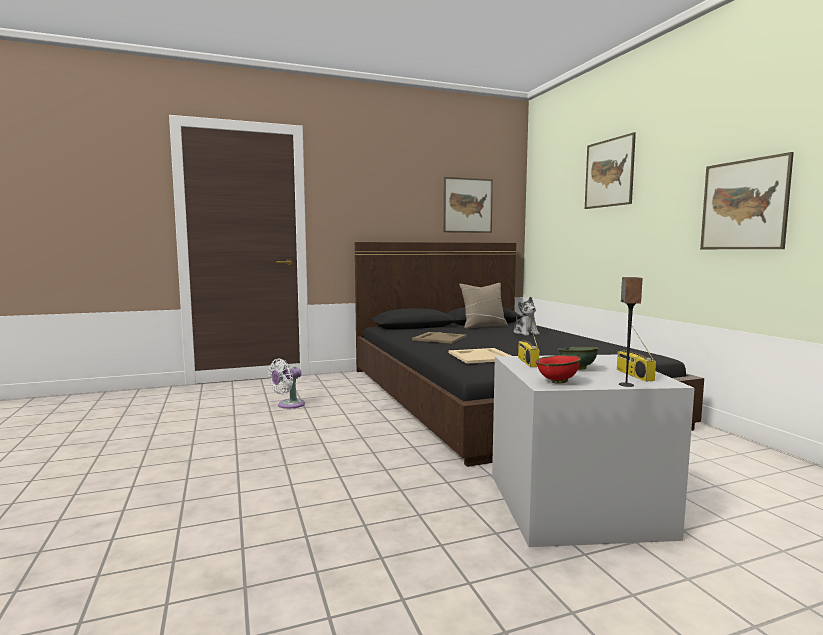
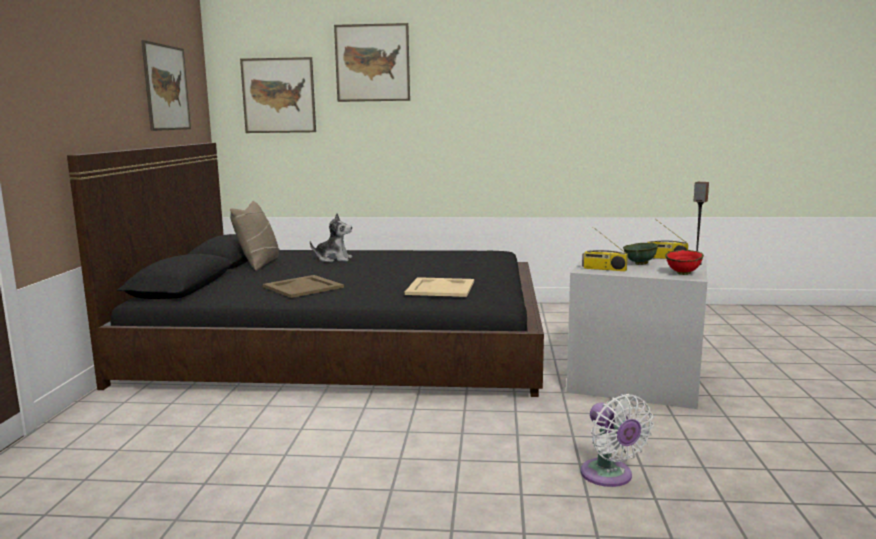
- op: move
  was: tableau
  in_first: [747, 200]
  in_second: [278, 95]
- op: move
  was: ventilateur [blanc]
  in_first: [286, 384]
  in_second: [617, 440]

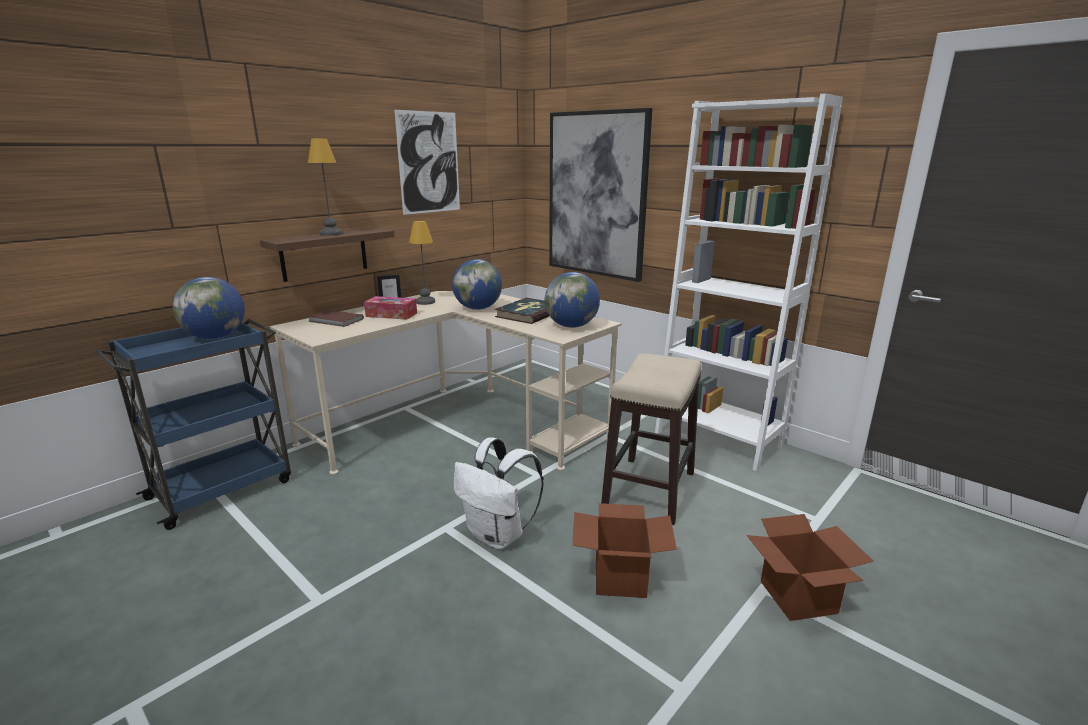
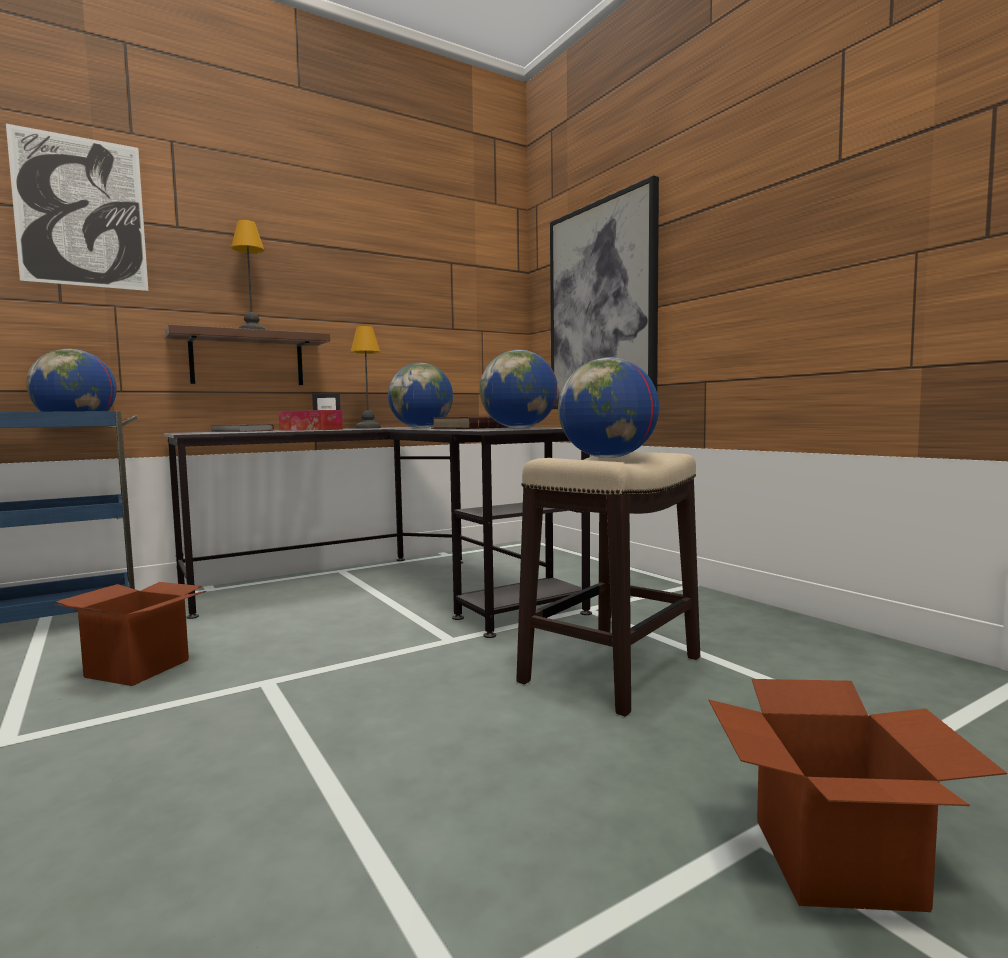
- op: delete
  was: bibliothèque [blanc]
  in_first: [749, 282]
- op: move
  was: tableau
  in_first: [427, 162]
  in_second: [77, 207]
- op: recolor
  was: bureau [beige]
  now: bureau [noir]
  in_first: [446, 382]
  in_second: [378, 532]
- op: delete
  was: sac à dos [blanc]
  in_first: [498, 493]
- op: move
  was: carton
  in_first: [624, 550]
  in_second: [131, 634]
- op: insert
  now: globe
  in_second: [608, 407]

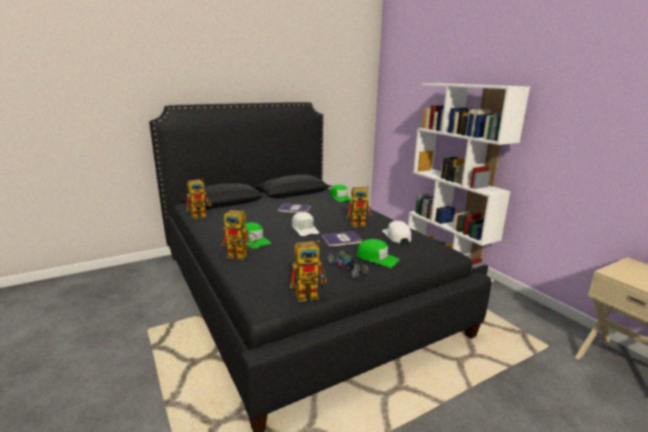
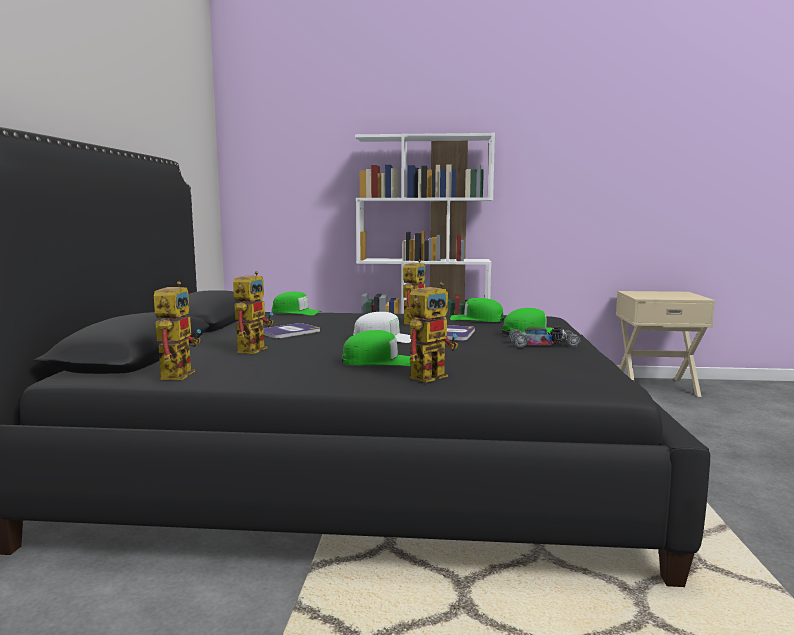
- op: recolor
  was: casquette [blanc]
  now: casquette [vert]
  in_first: [396, 232]
  in_second: [477, 310]
- op: move
  was: robot jouet
  in_first: [308, 271]
  in_second: [253, 312]

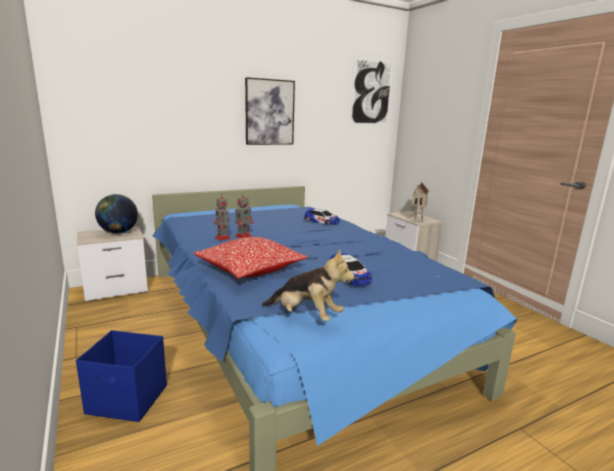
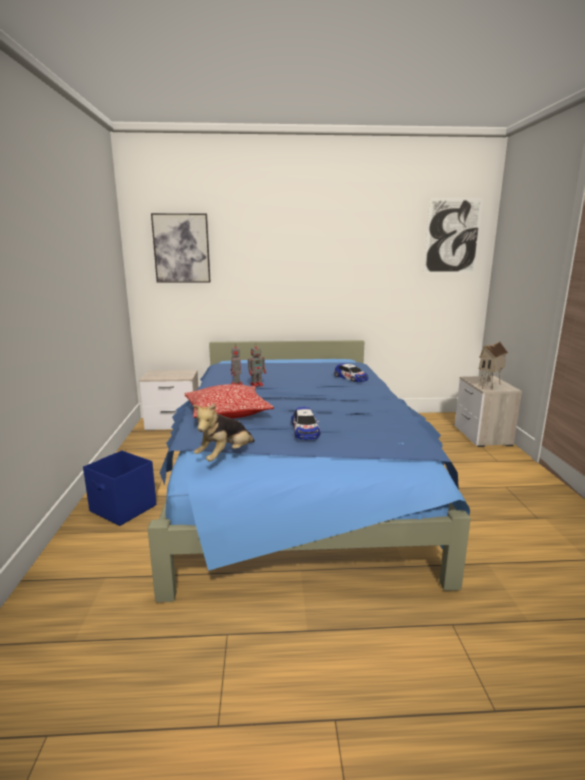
- op: move
  was: tableau
  in_first: [270, 111]
  in_second: [181, 248]
- op: delete
  was: globe
  in_first: [116, 214]
- op: rotate
  was: peluche
  in_first: [308, 285]
  in_second: [224, 432]
  clockwise: 75

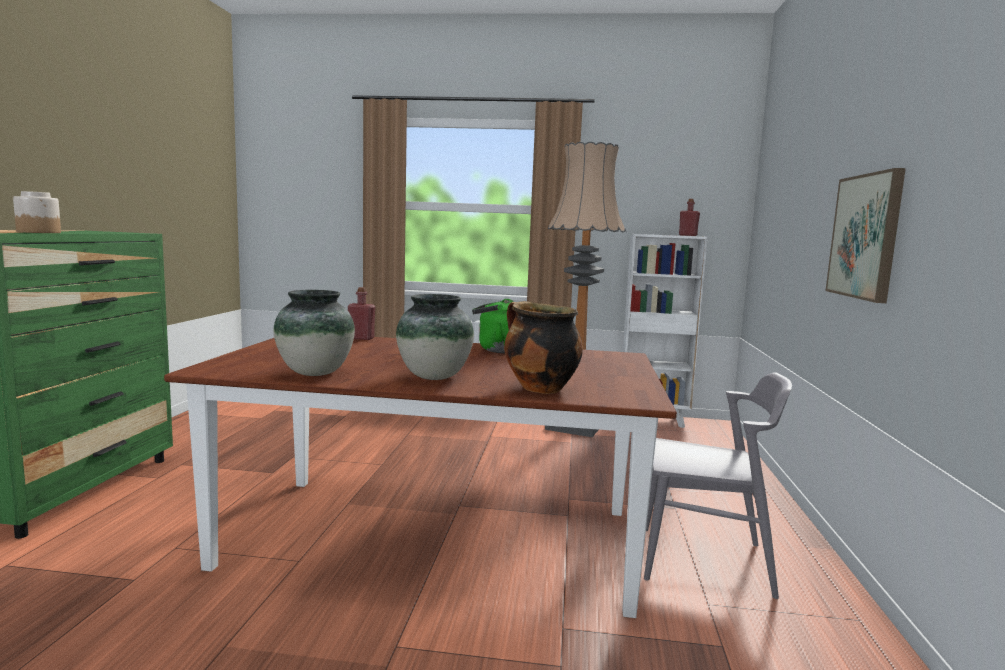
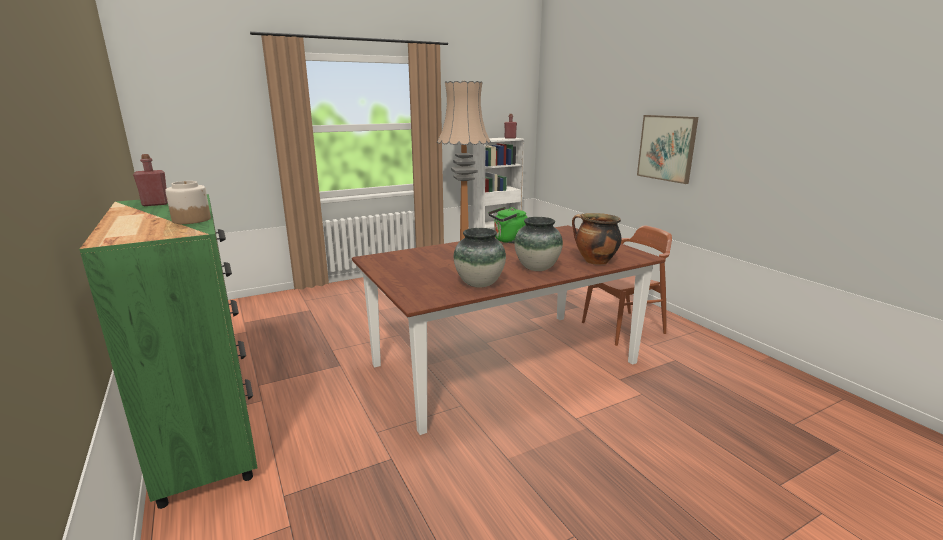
- op: move
  was: bouteille [rouge]
  in_first: [361, 313]
  in_second: [150, 180]
- op: recolor
  was: chaise [gris]
  now: chaise [marron]
  in_first: [718, 485]
  in_second: [627, 285]

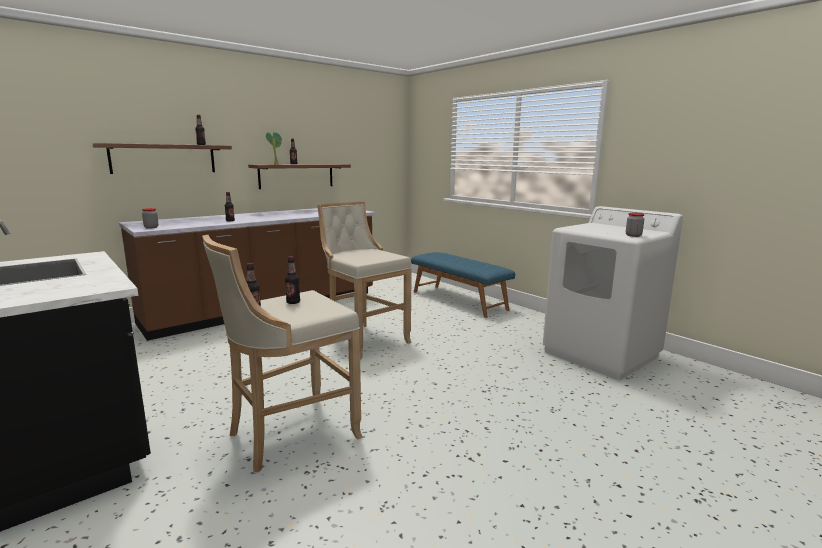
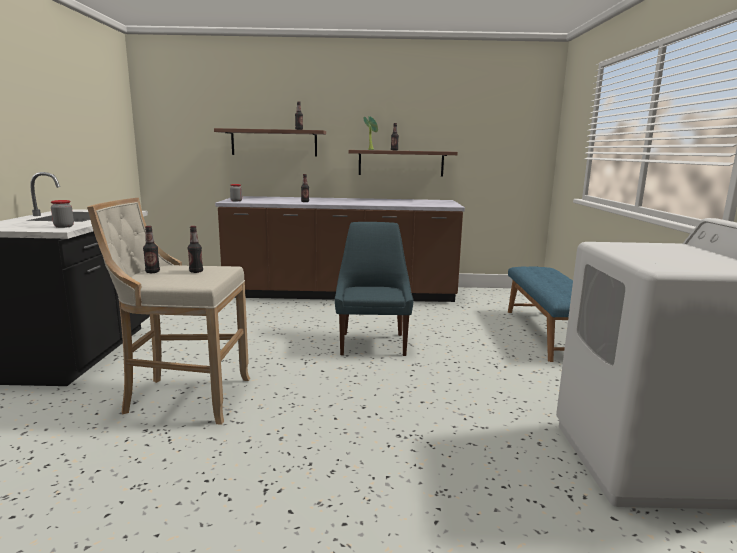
- op: replace
  was: tabouret [beige]
  now: chaise [bleu]
  in_first: [364, 281]
  in_second: [374, 289]
- op: move
  was: bocal
  in_first: [635, 225]
  in_second: [62, 214]

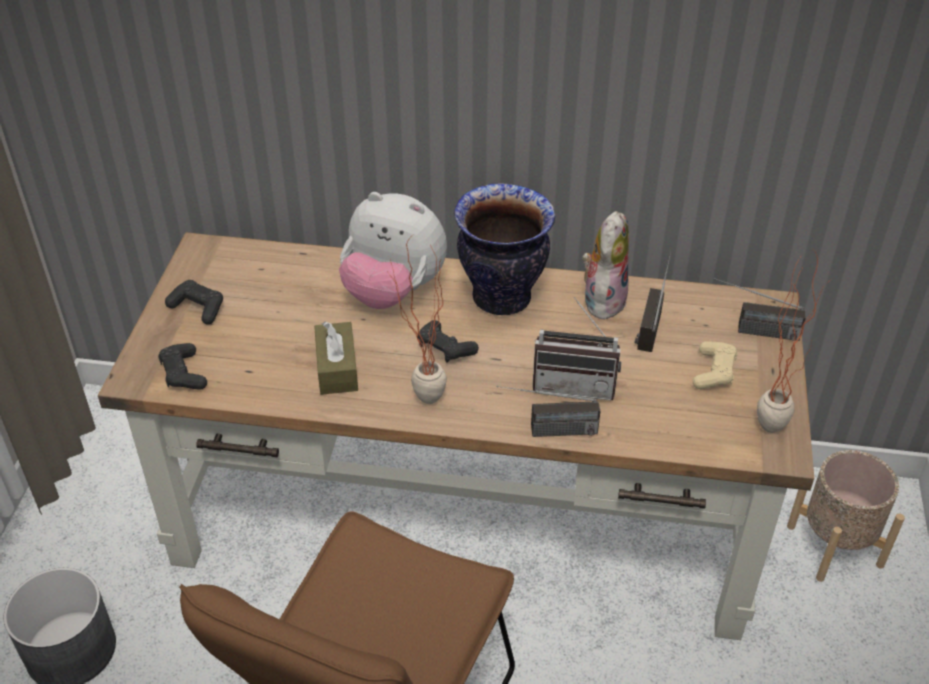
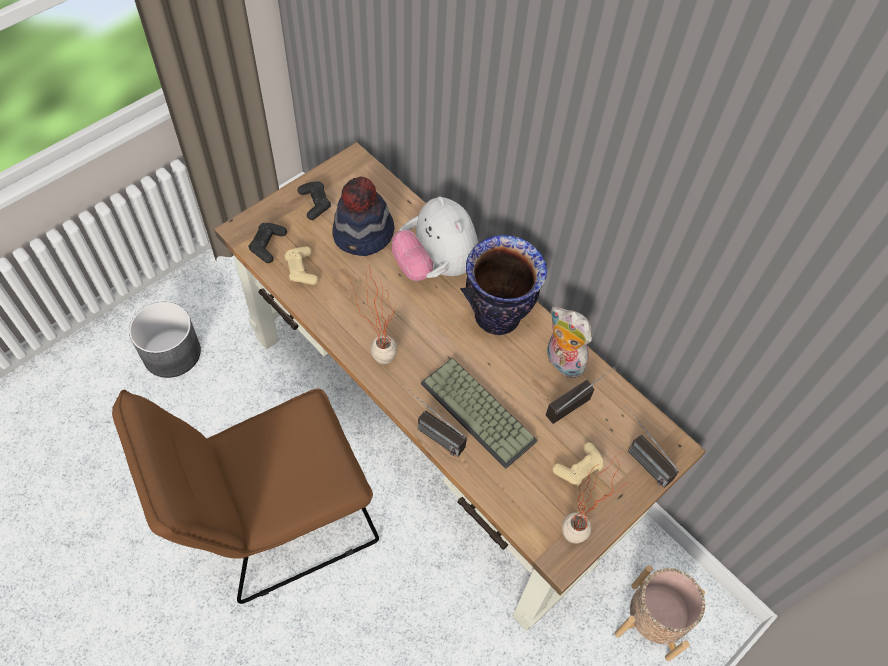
- op: rotate
  was: peluche
  in_first: [605, 265]
  in_second: [569, 342]
  clockwise: -105
- op: replace
  was: radio
  now: clavier
  in_first: [576, 348]
  in_second: [479, 413]
- op: delete
  was: manette [noir]
  in_first: [448, 341]
- op: delete
  was: boîte à mouchoirs [marron]
  in_first: [336, 358]
- op: insert
  now: chapeau
  in_second: [363, 216]
- op: insert
  now: manette [beige]
  in_second: [301, 266]

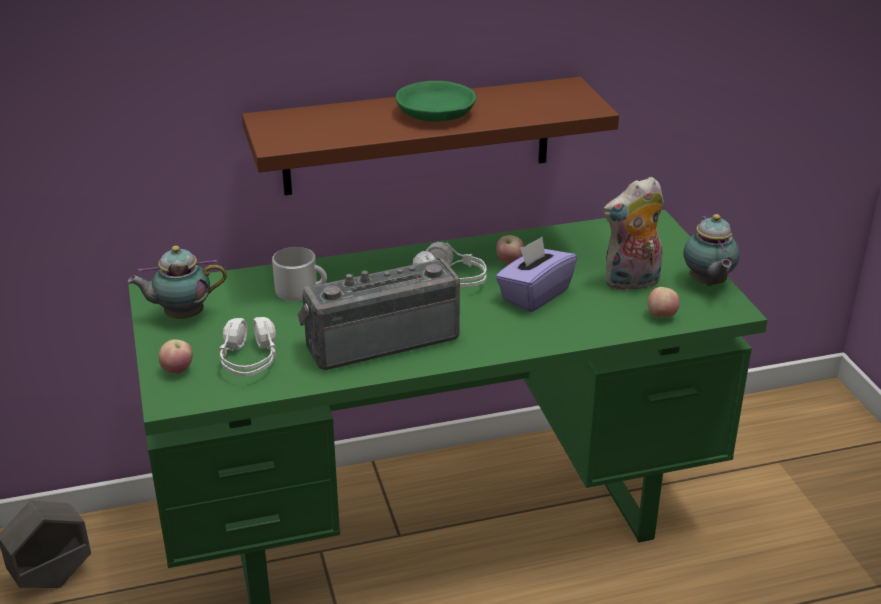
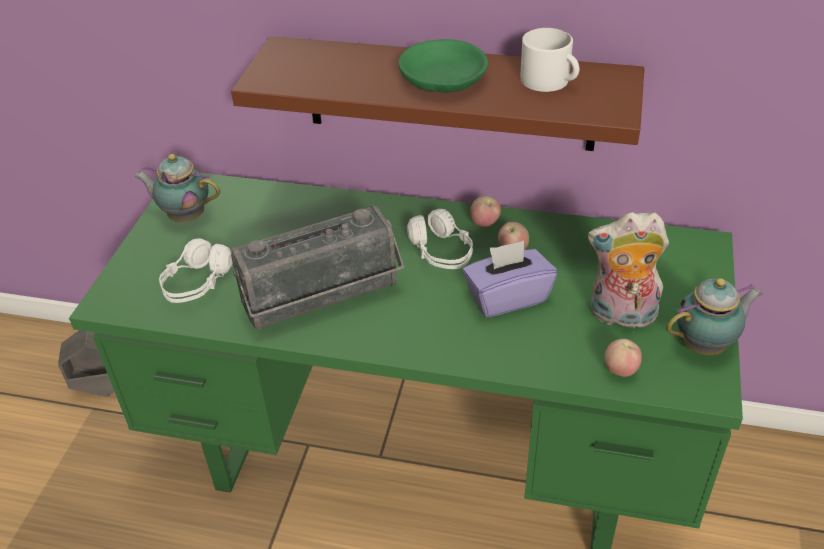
- op: rotate
  was: théière
  in_first: [712, 250]
  in_second: [714, 316]
  clockwise: -135
- op: move
  was: mug [blanc]
  in_first: [299, 274]
  in_second: [550, 60]
- op: rotate
  was: radio
  in_first: [379, 314]
  in_second: [317, 267]
  clockwise: 150
- op: move
  was: pomme
  in_first: [176, 356]
  in_second: [485, 211]

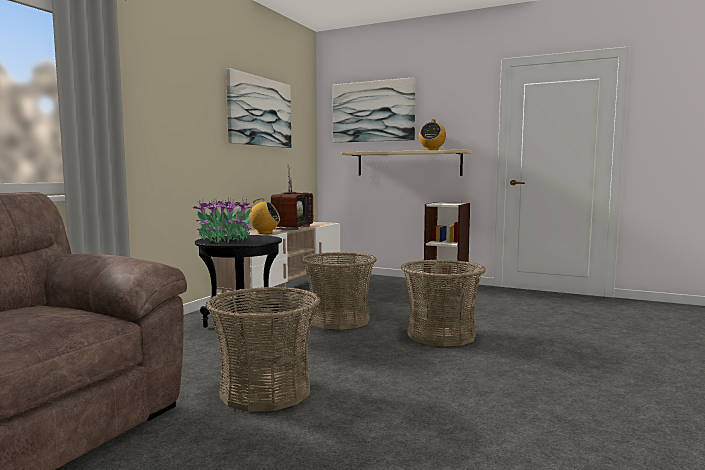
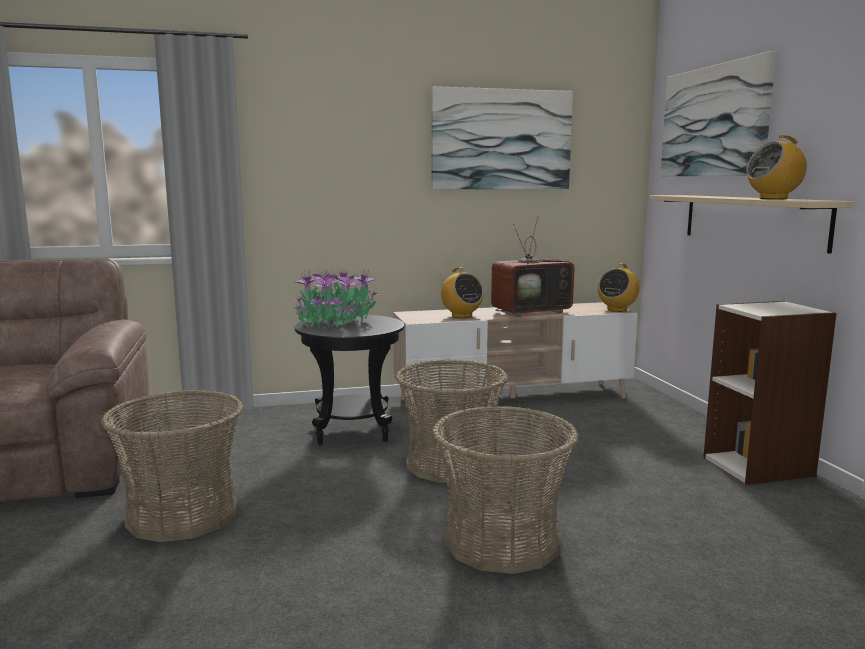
- op: insert
  now: radio
  in_second: [619, 287]

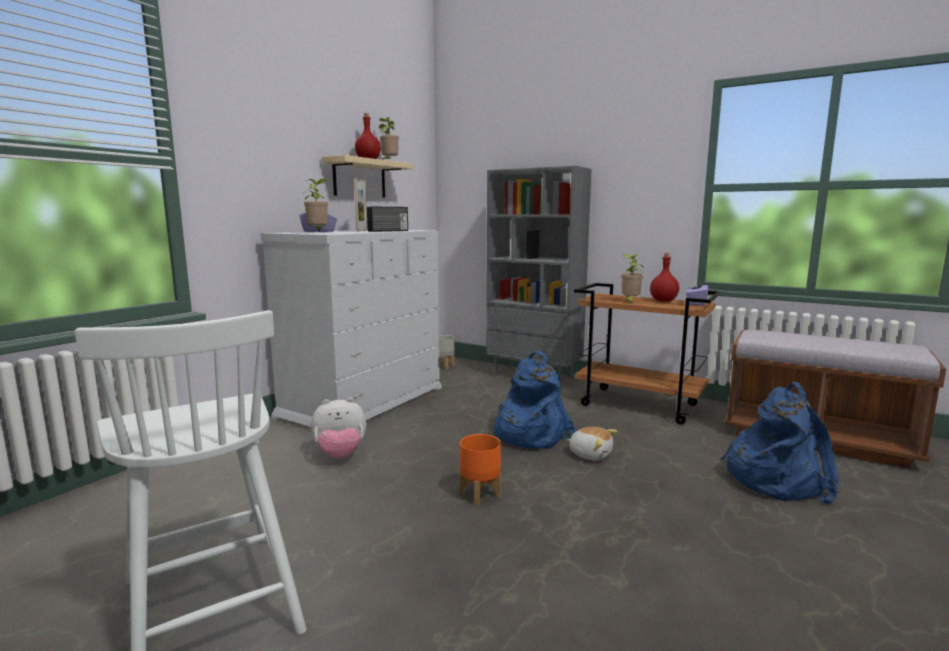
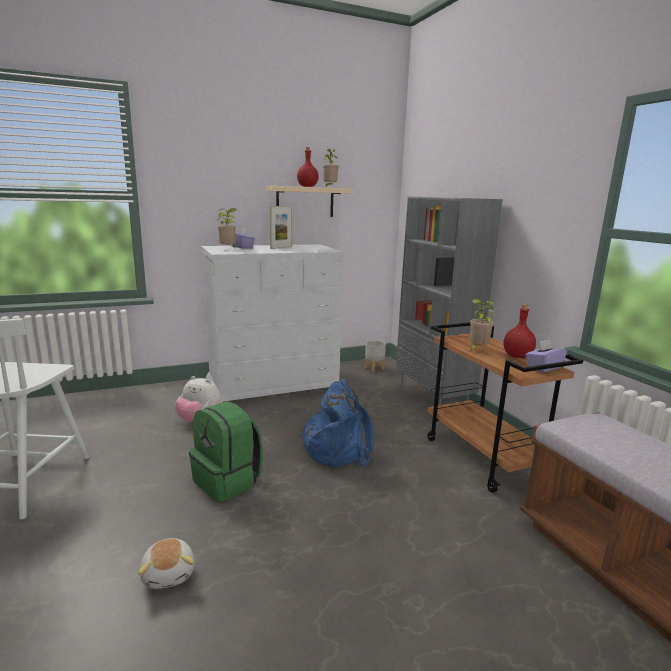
- op: delete
  was: radio
  in_first: [387, 219]
- op: delete
  was: sac à dos [bleu]
  in_first: [779, 443]
- op: move
  was: peluche
  in_first: [592, 444]
  in_second: [166, 563]
- op: replace
  was: cache-pot [orange]
  now: sac à dos [vert]
  in_first: [480, 469]
  in_second: [225, 451]

